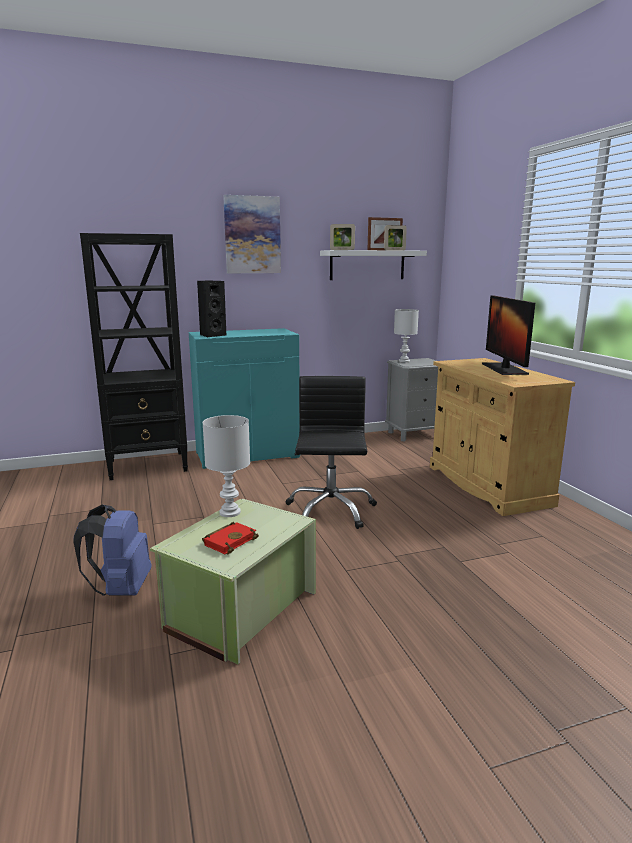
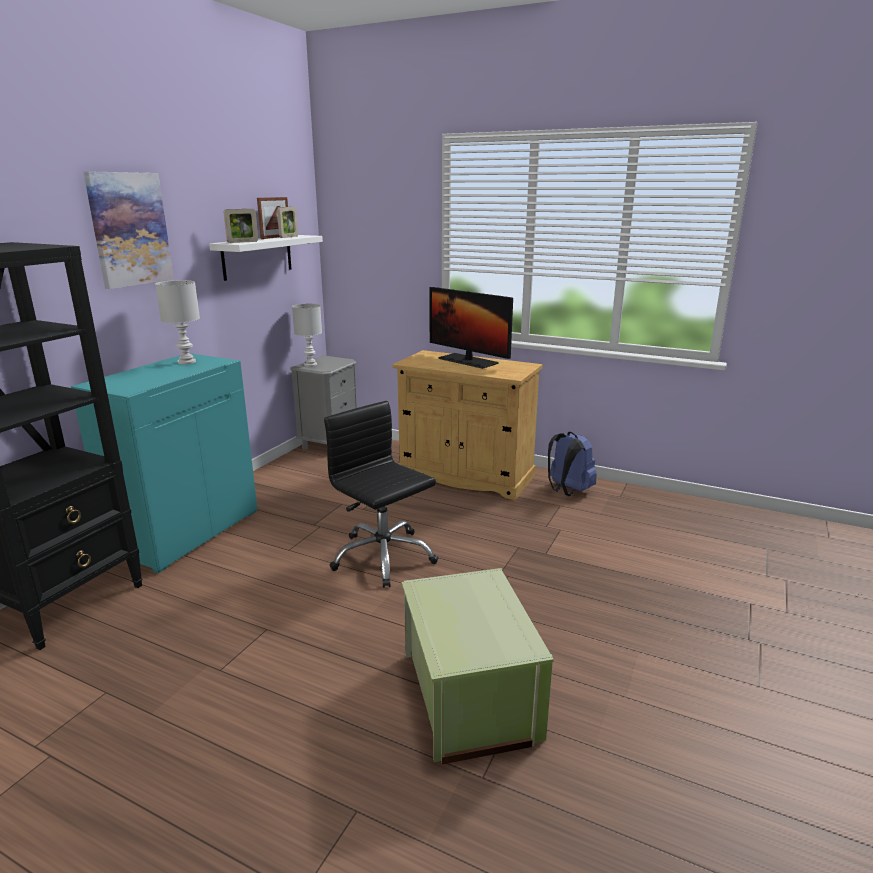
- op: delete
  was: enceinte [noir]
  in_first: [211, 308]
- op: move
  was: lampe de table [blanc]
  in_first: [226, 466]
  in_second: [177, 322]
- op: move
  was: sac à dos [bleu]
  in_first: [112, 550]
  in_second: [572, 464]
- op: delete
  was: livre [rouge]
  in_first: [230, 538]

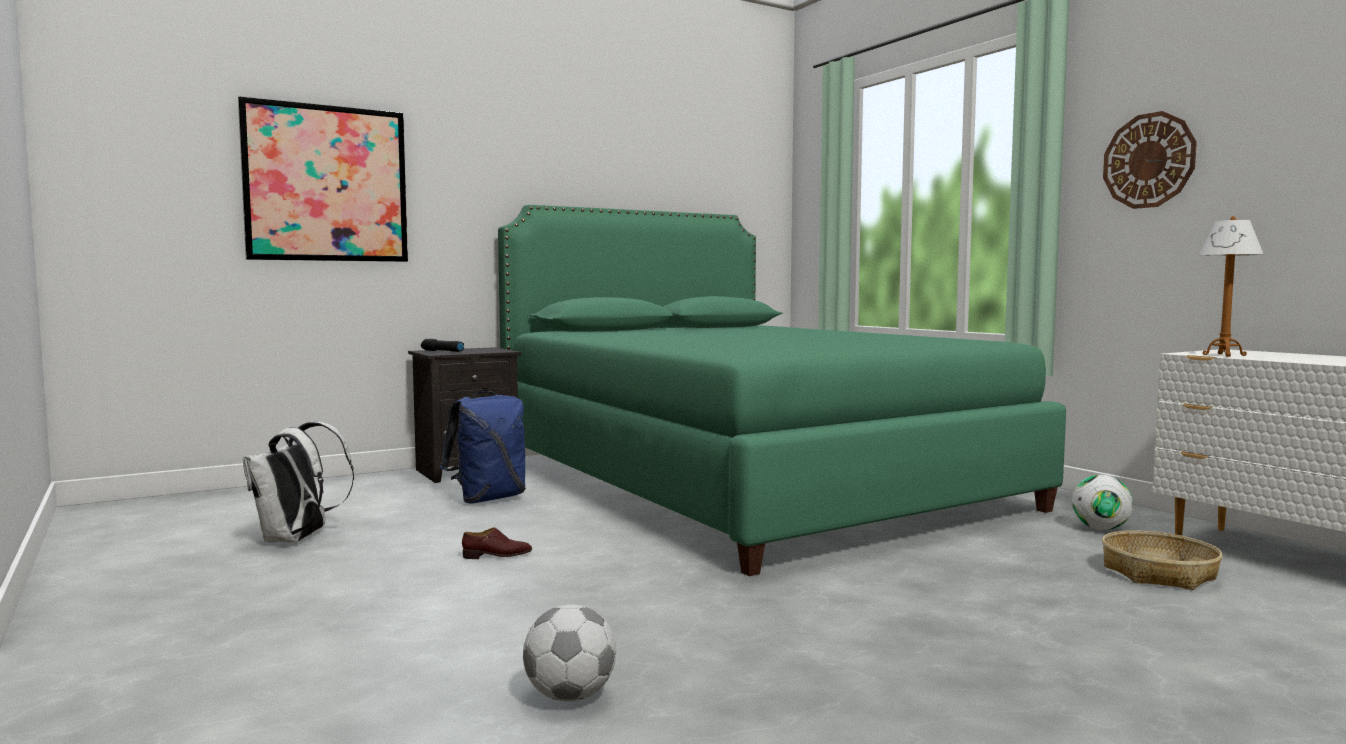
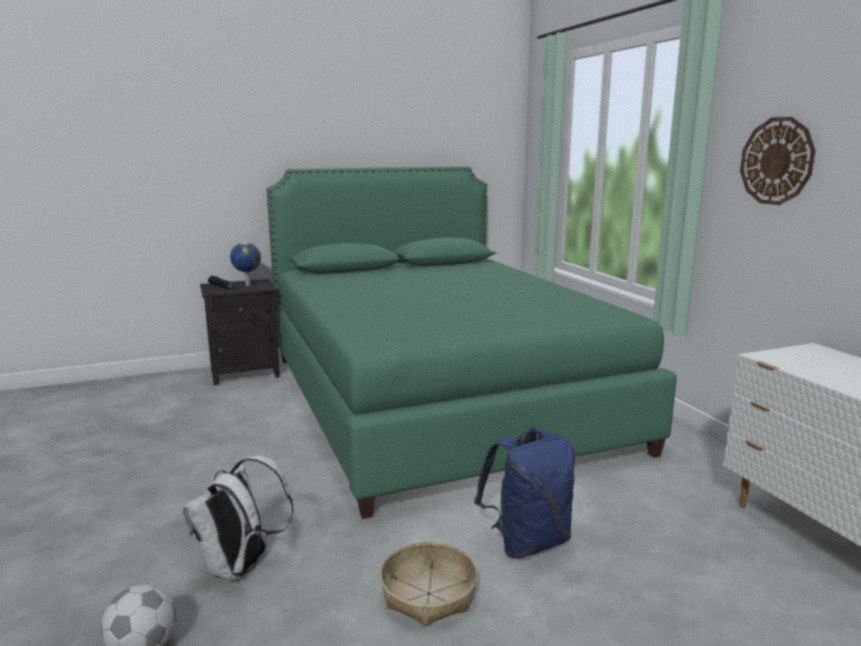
- op: delete
  was: tableau
  in_first: [323, 179]
- op: delete
  was: lampe de table
  in_first: [1231, 286]
- op: move
  was: sac à dos [bleu]
  in_first: [483, 447]
  in_second: [524, 493]
- op: move
  was: sac à dos [blanc]
  in_first: [298, 482]
  in_second: [238, 517]
- op: delete
  was: ballon de foot
  in_first: [1102, 502]
- op: delete
  was: chaussure [marron]
  in_first: [497, 543]
- op: move
  was: panier
  in_first: [1162, 560]
  in_second: [429, 584]
- op: insert
  now: globe
  in_second: [245, 264]

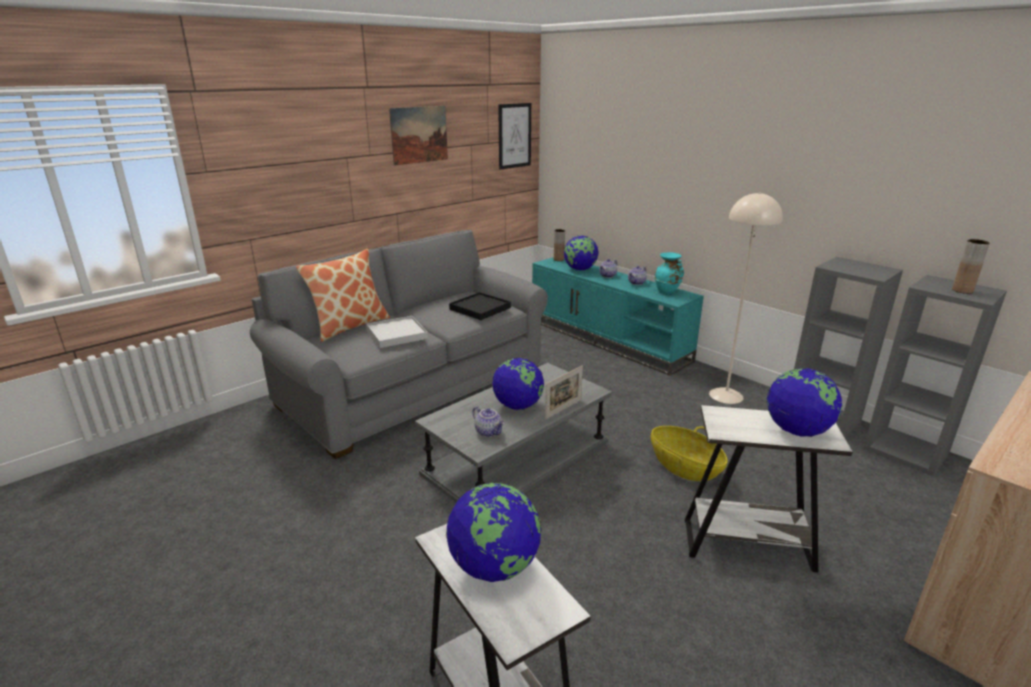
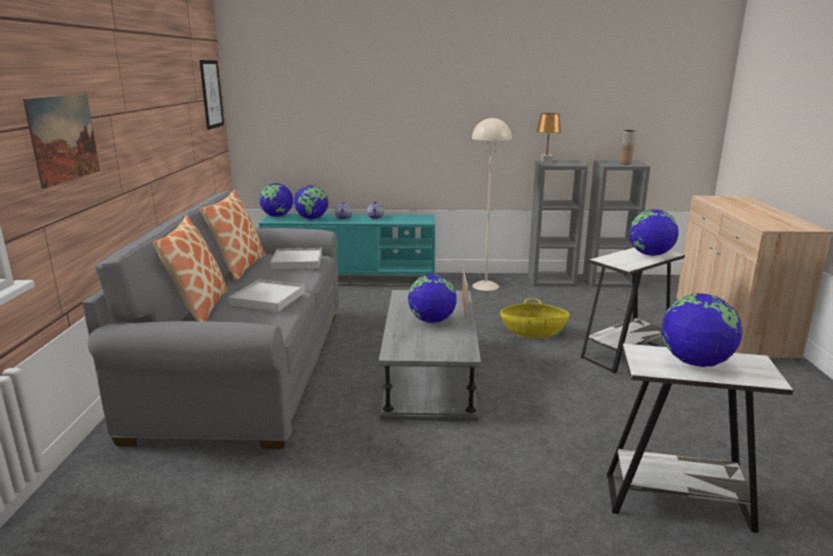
- op: move
  was: tableau
  in_first: [418, 136]
  in_second: [61, 141]
- op: replace
  was: vase [marron]
  now: globe
  in_first: [559, 245]
  in_second: [276, 200]
- op: delete
  was: vase [turquoise]
  in_first: [669, 273]
- op: recolor
  was: plateau [noir]
  now: plateau [blanc]
  in_first: [480, 306]
  in_second: [296, 258]
- op: delete
  was: théière
  in_first: [488, 422]
- op: insert
  now: lampe de table [marron]
  in_second: [549, 137]
- op: insert
  now: coussin
  in_second: [232, 235]

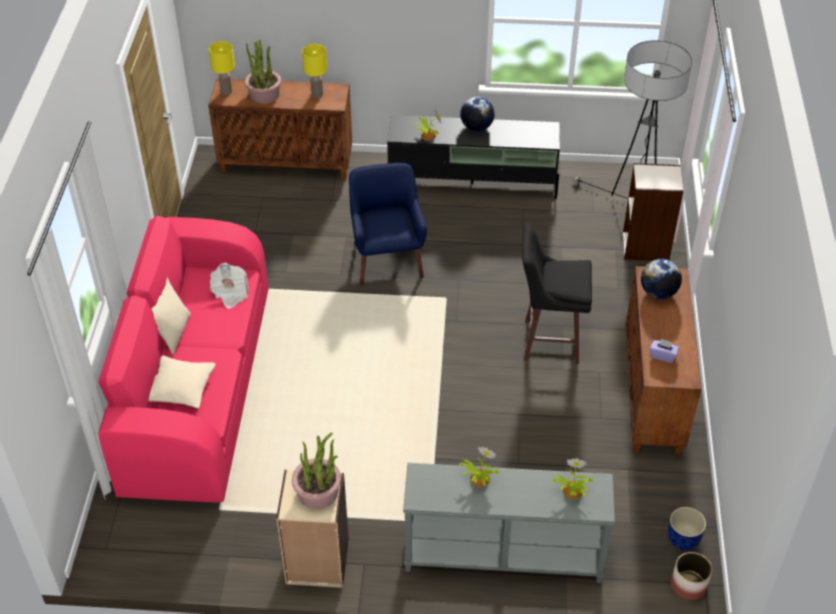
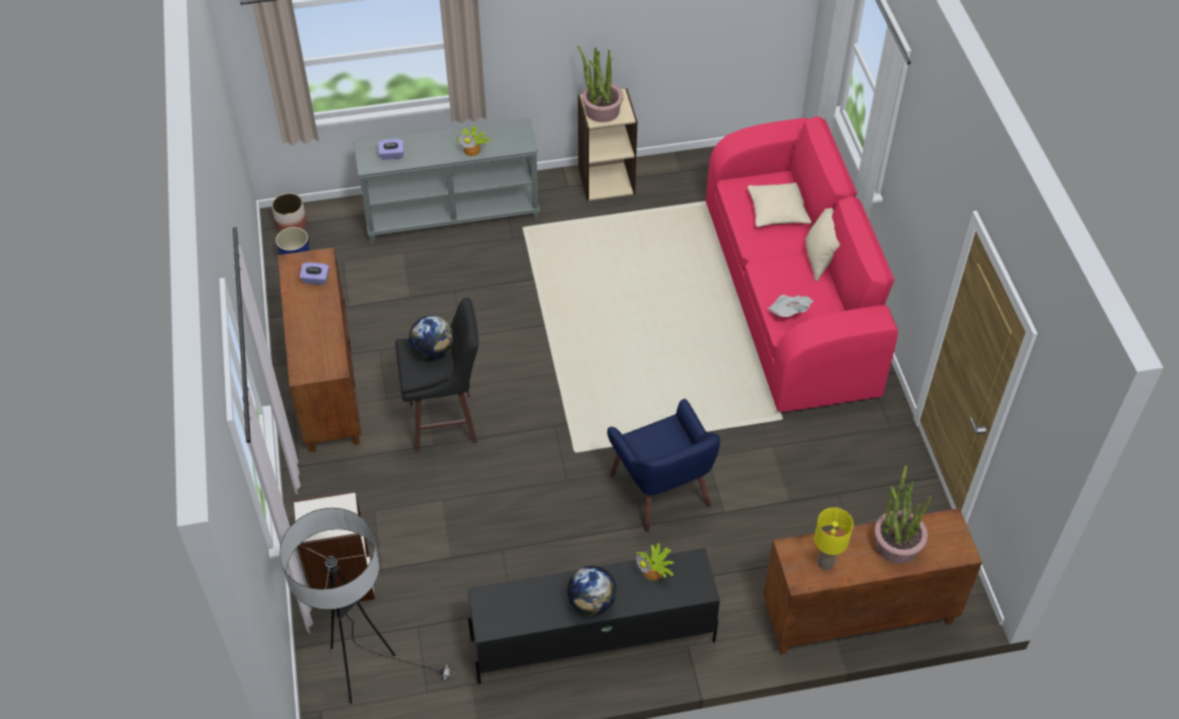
- op: delete
  was: lampe de table [jaune]
  in_first: [222, 68]
- op: move
  was: globe
  in_first: [661, 279]
  in_second: [431, 337]
- op: replace
  was: plante en pot
  now: boîte à mouchoirs [violet]
  in_first: [572, 478]
  in_second: [391, 149]

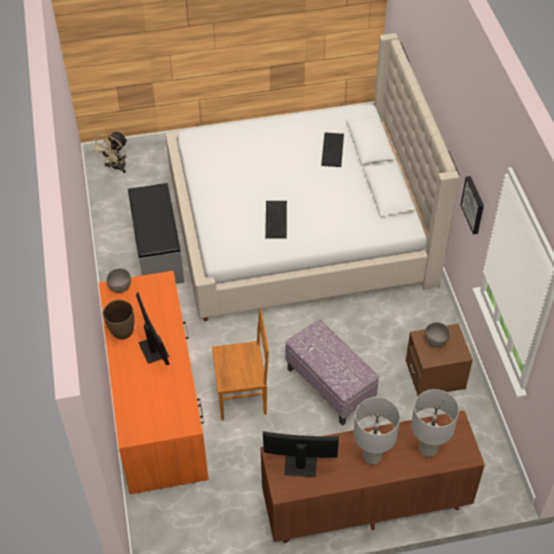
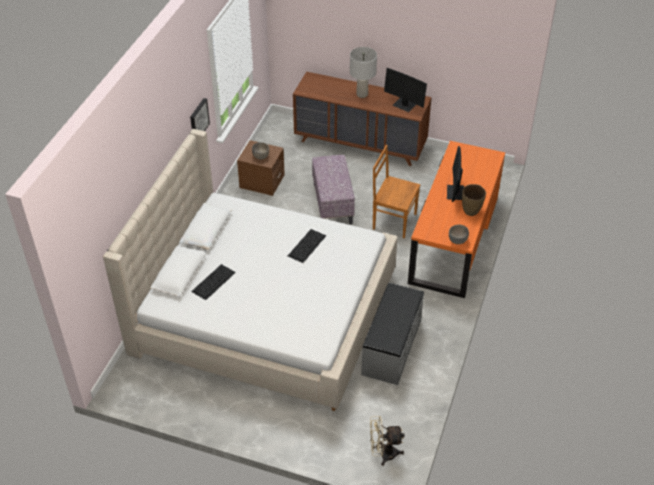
- op: rotate
  was: ventilateur [beige]
  in_first: [109, 152]
  in_second: [387, 441]
  clockwise: -150
- op: delete
  was: lampe de table [gris]
  in_first: [435, 423]

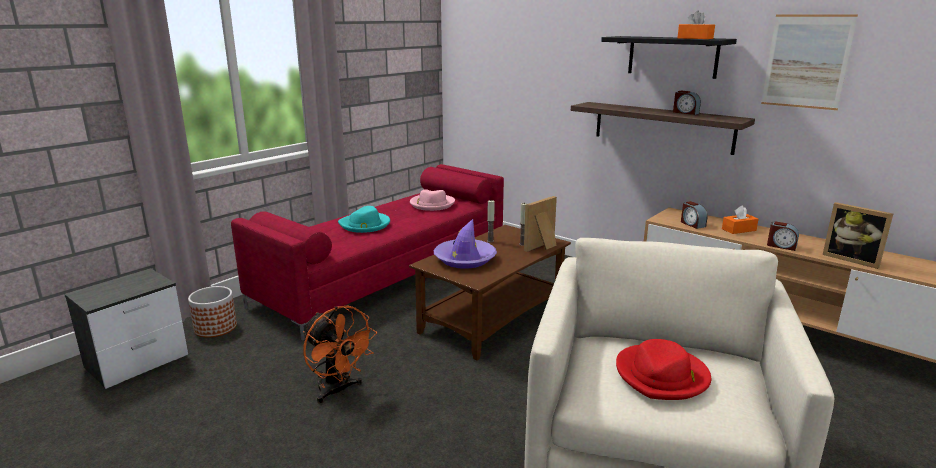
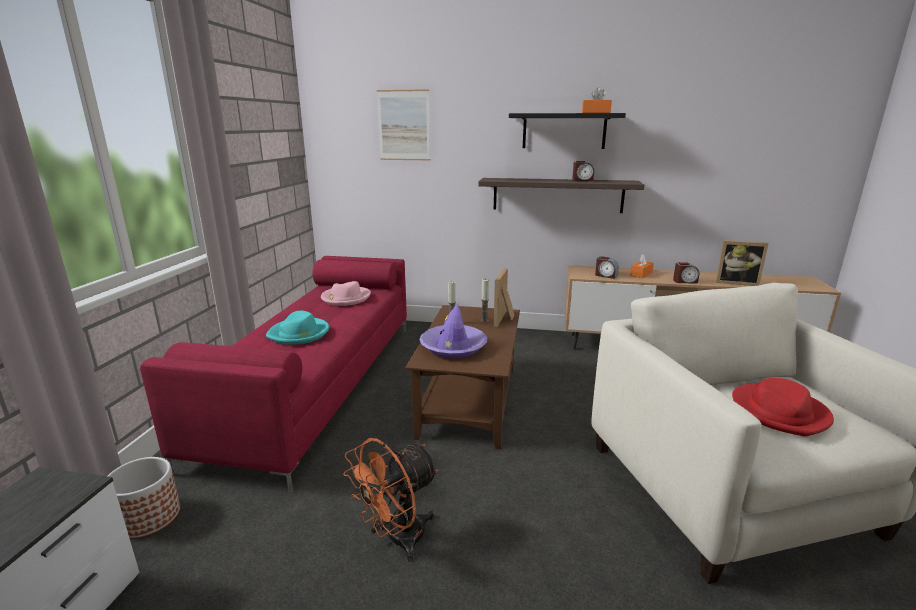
- op: move
  was: tableau
  in_first: [809, 62]
  in_second: [403, 124]
- op: rotate
  was: ventilateur [orange]
  in_first: [340, 355]
  in_second: [390, 500]
  clockwise: 120

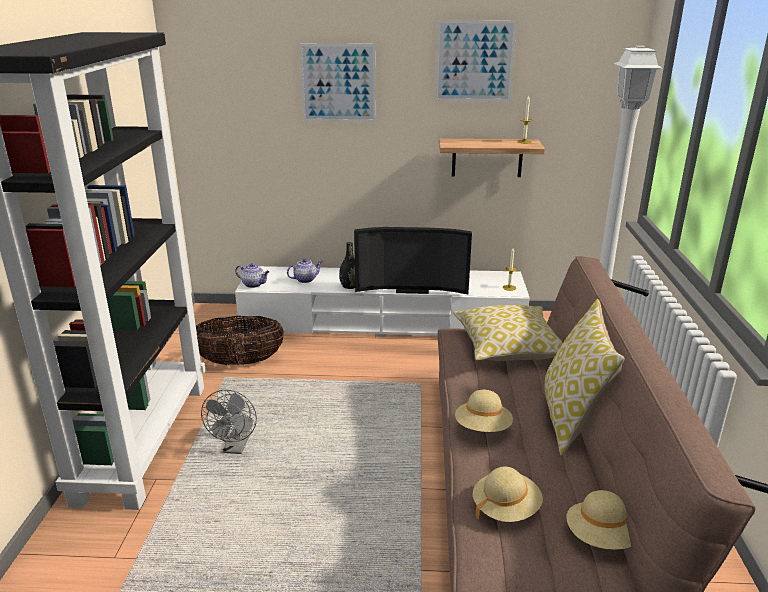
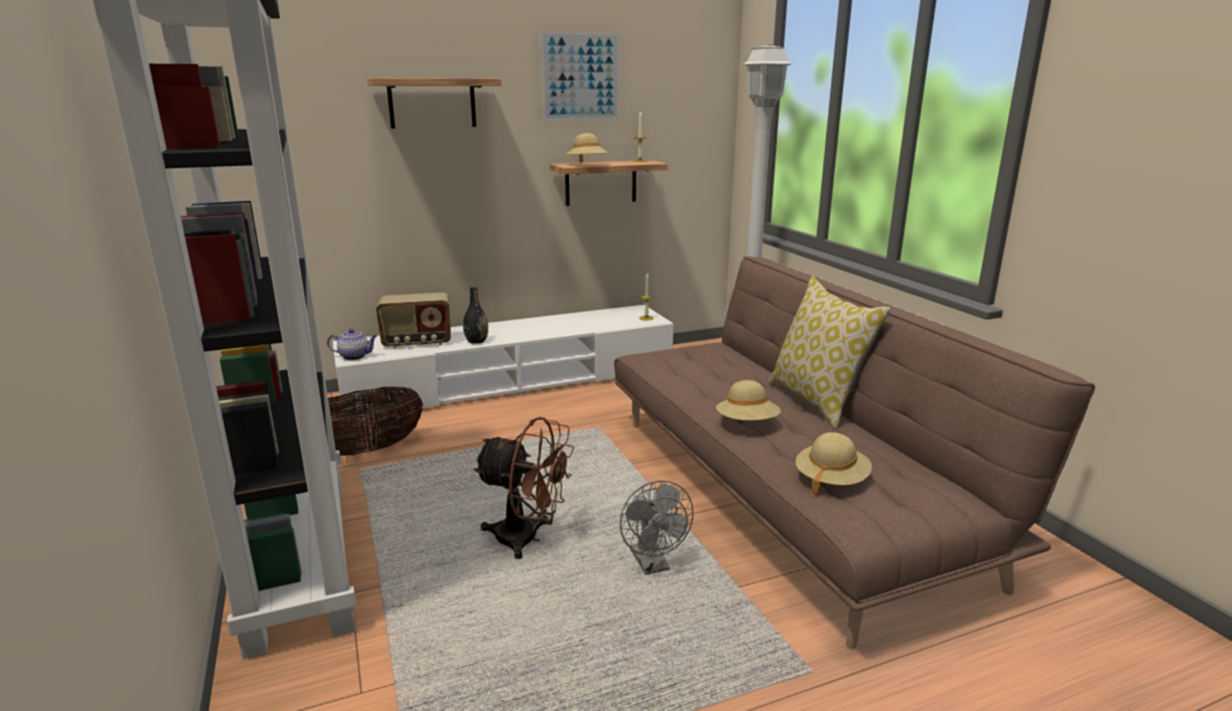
- op: replace
  was: tableau
  now: étagère
  in_first: [337, 83]
  in_second: [434, 103]
- op: delete
  was: téléviseur
  in_first: [413, 260]
- op: replace
  was: théière
  now: radio
  in_first: [305, 271]
  in_second: [413, 320]
- op: delete
  was: coussin
  in_first: [508, 333]
- op: move
  was: ventilateur [gris]
  in_first: [229, 422]
  in_second: [657, 528]
- op: move
  was: chapeau [beige]
  in_first: [599, 520]
  in_second: [587, 148]
- op: insert
  now: ventilateur [marron]
  in_second: [523, 488]

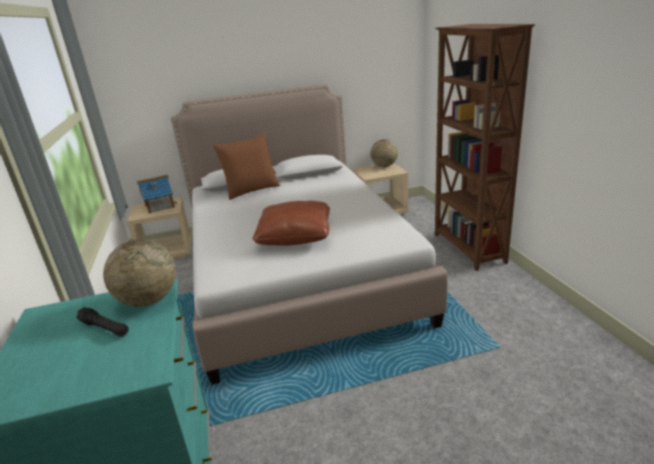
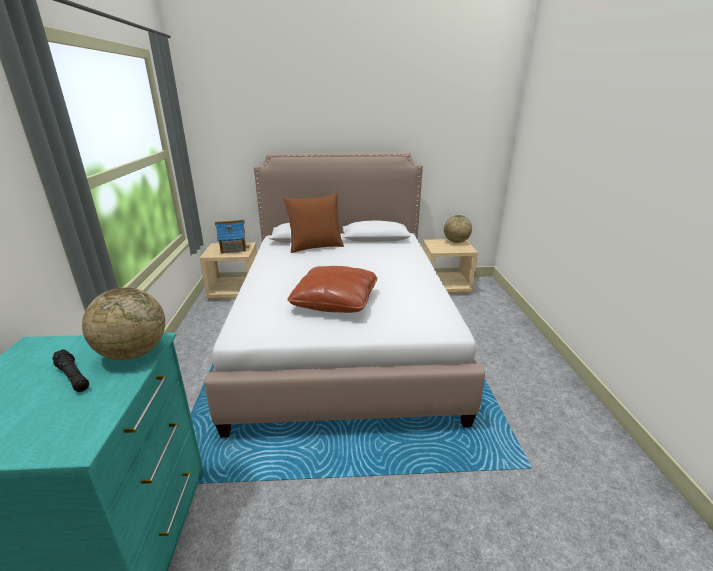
- op: delete
  was: bibliothèque [marron]
  in_first: [485, 147]

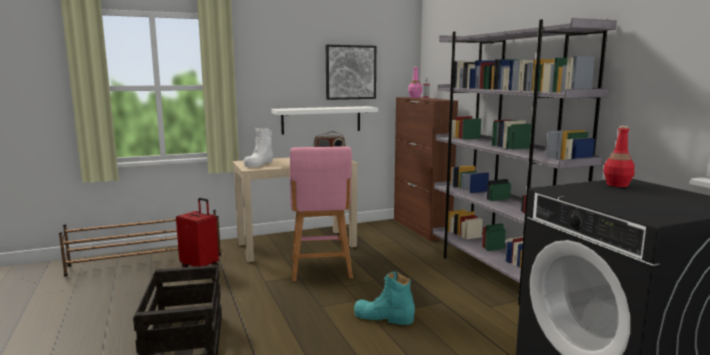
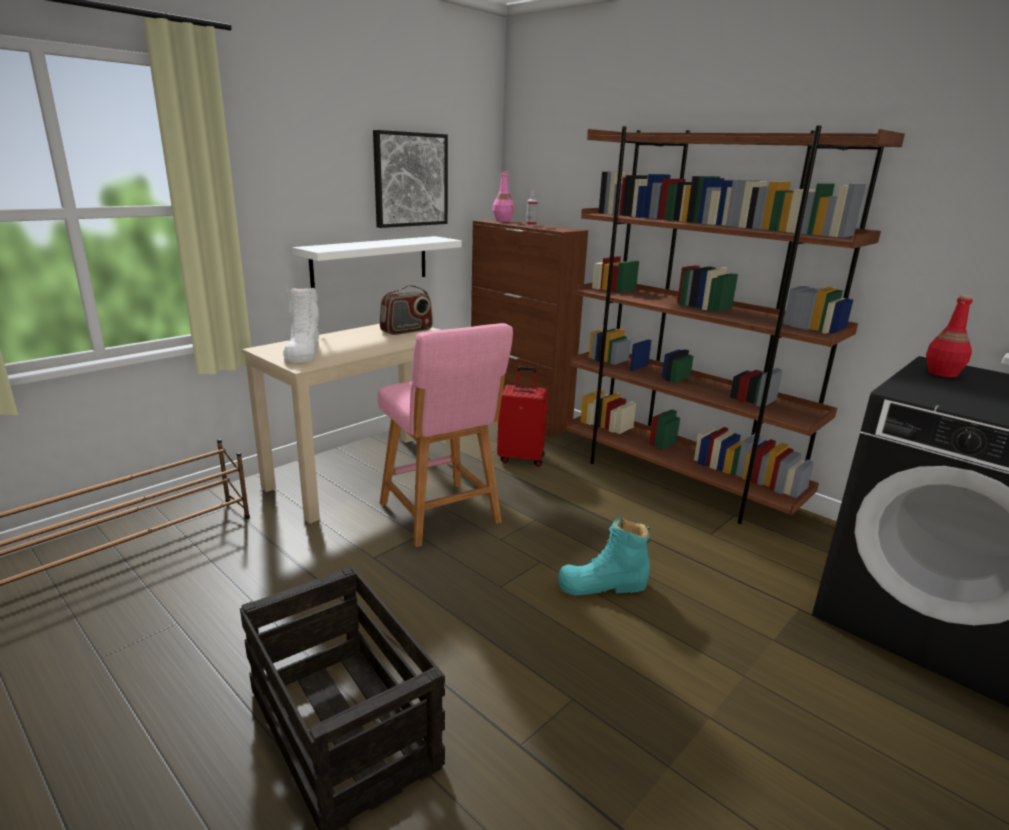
- op: recolor
  was: bibliothèque [gris]
  now: bibliothèque [marron]
  in_first: [525, 161]
  in_second: [735, 325]
- op: move
  was: valise [rouge]
  in_first: [197, 232]
  in_second: [522, 416]

